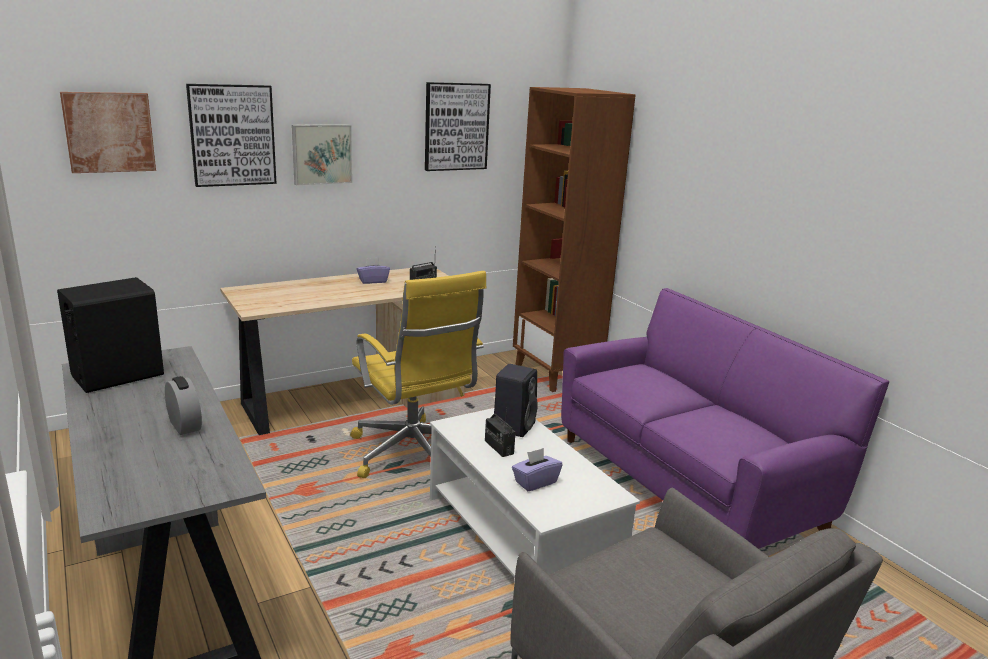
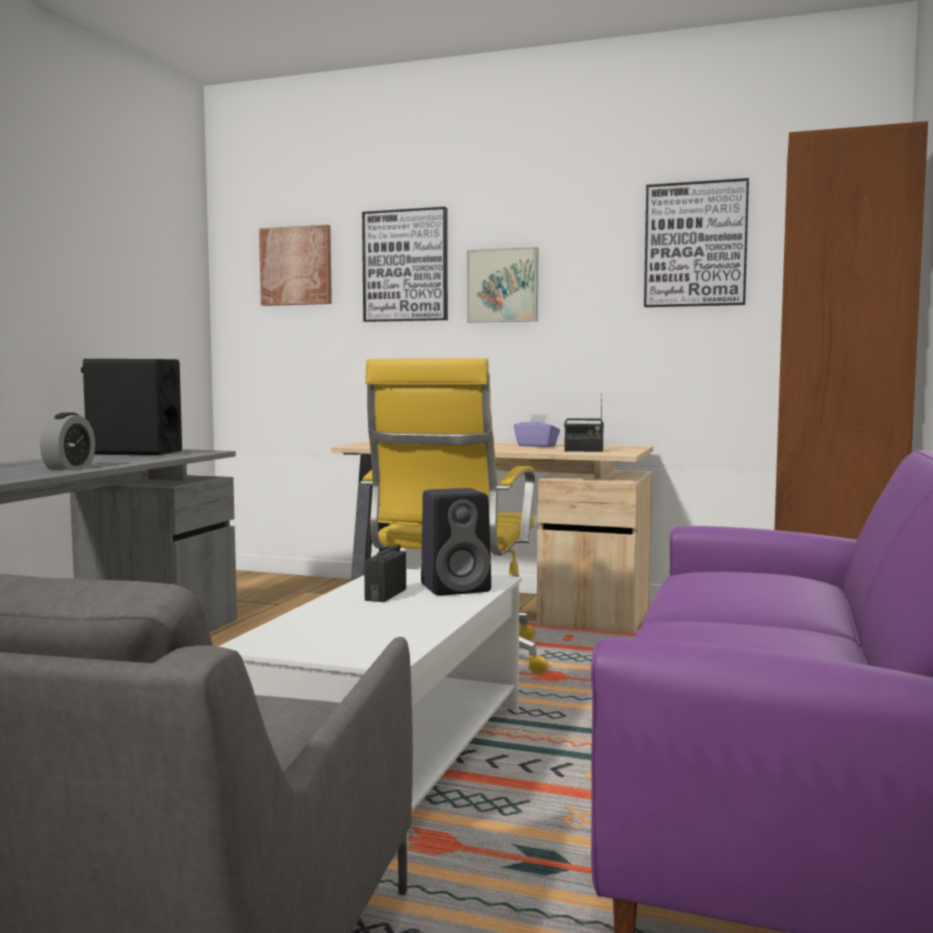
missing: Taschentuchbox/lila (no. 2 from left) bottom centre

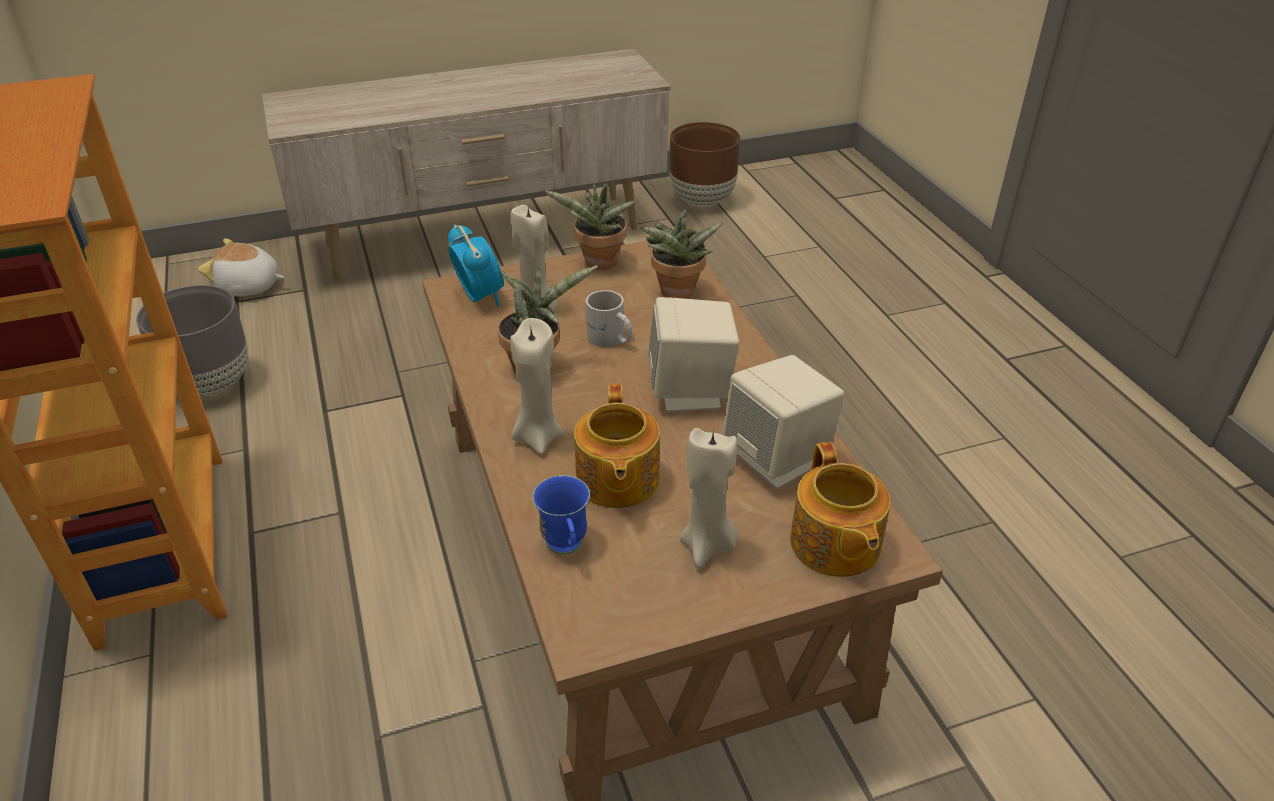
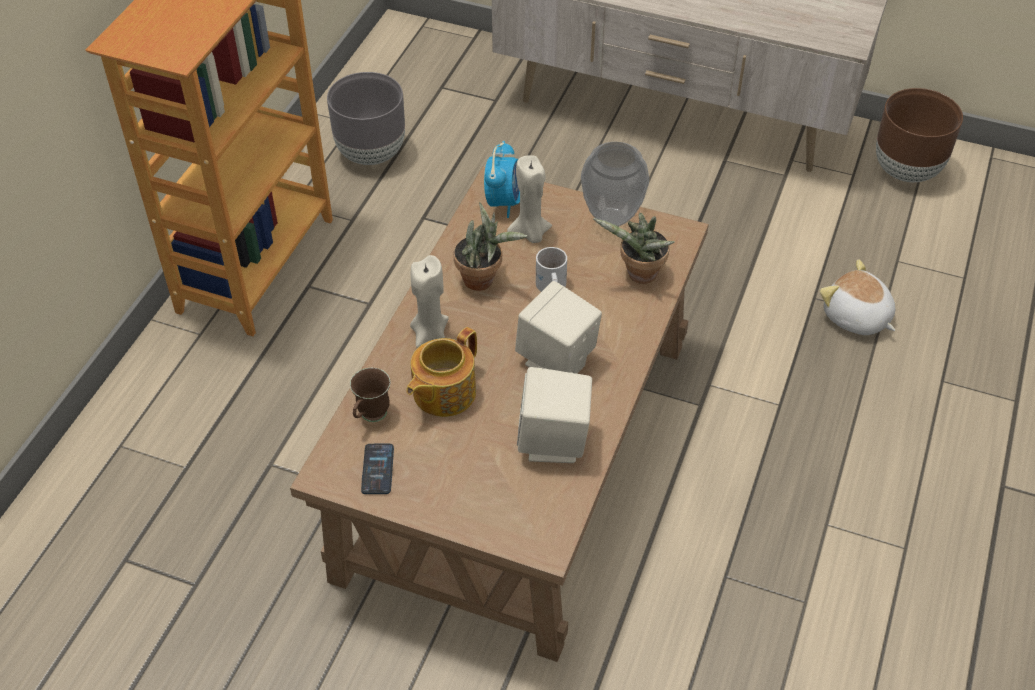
missing: Kerze/beige (no. 3 from left) centre; Teekanne (no. 2 from left) centre
appeared: Handy bottom centre
relocated: Plüschtier middle left to middle right
exchanged: Topfpflanze (no. 2 from left) top centre to Vase top centre
colour: Henkelbecher/blau centre to Henkelbecher/braun centre

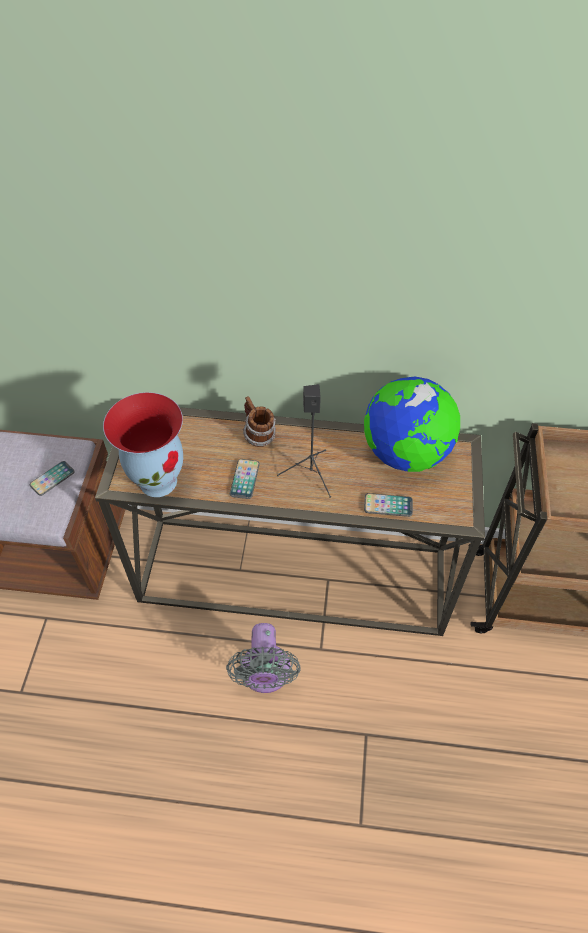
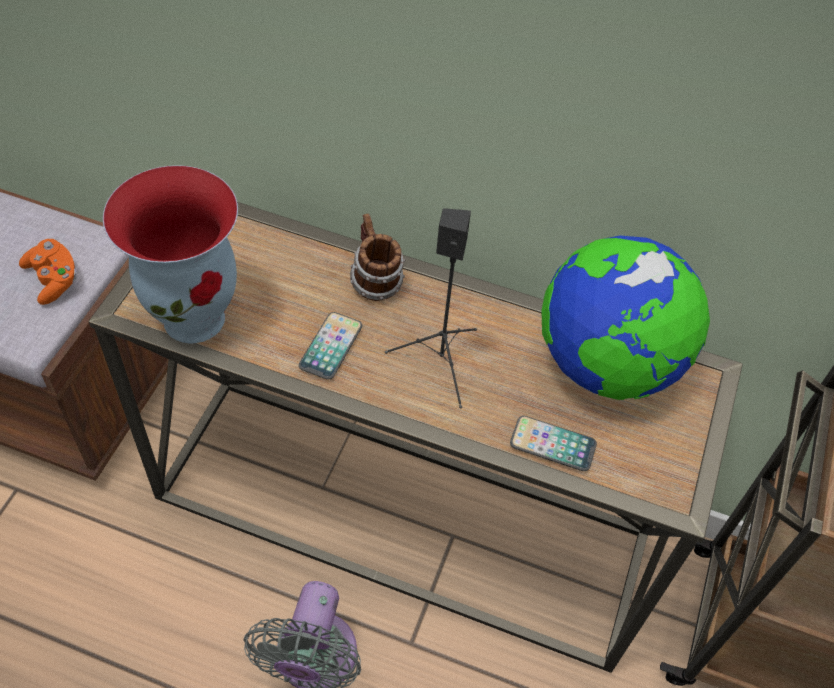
exchanged: Handy (no. 1 from left) middle left to Gamepad/orange middle left

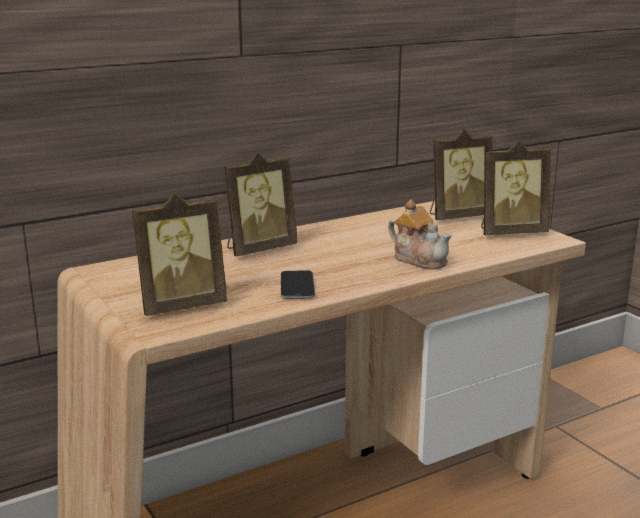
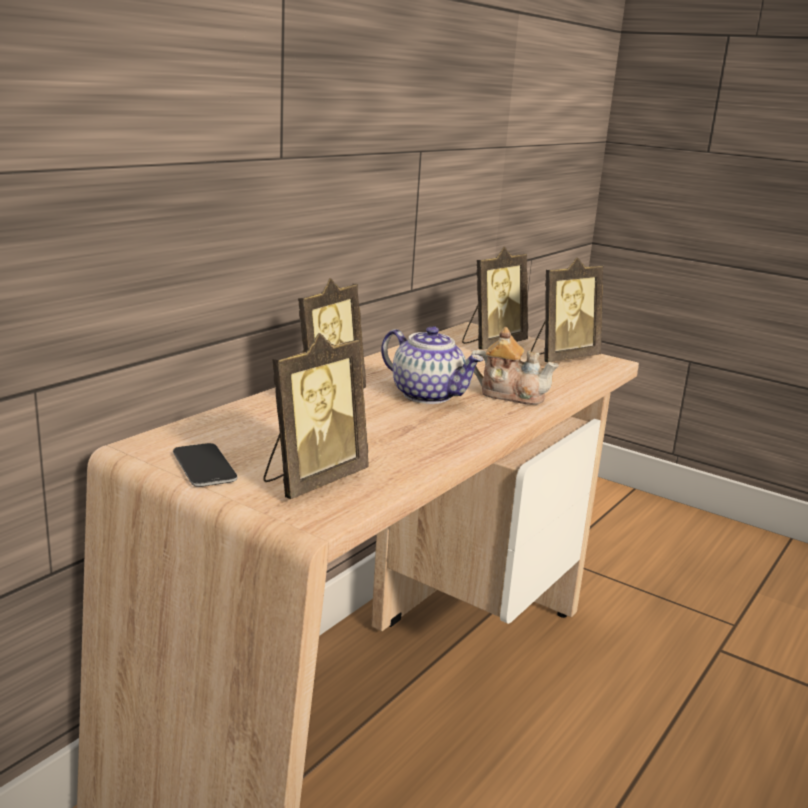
appeared: Teekanne (no. 1 from left) centre
relocated: Handy centre to middle left

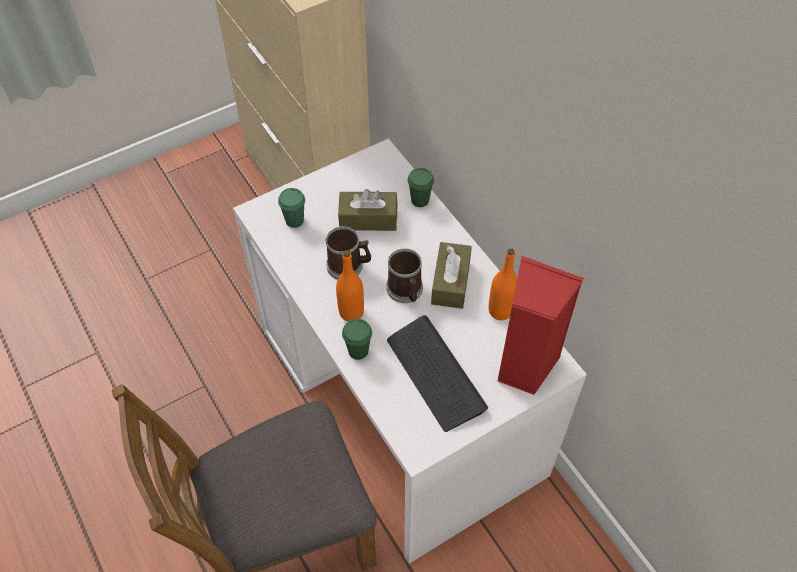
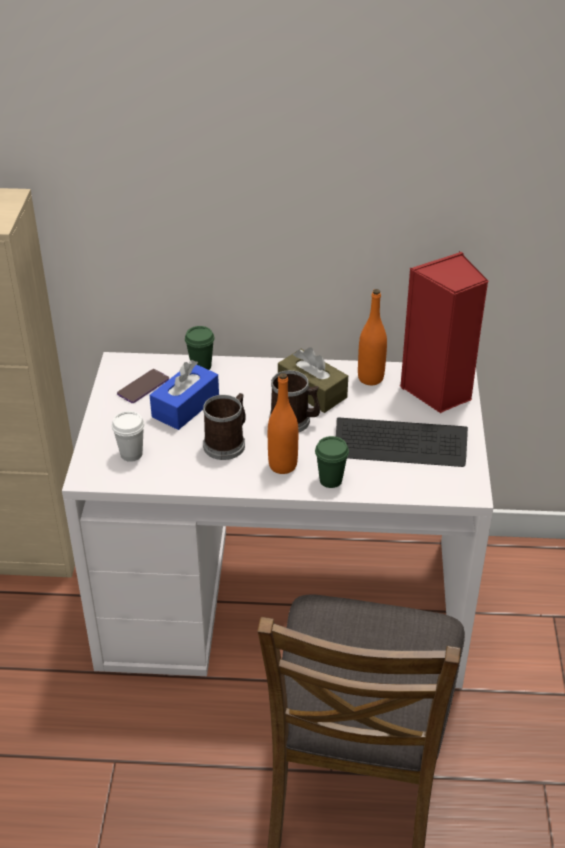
appeared: Handy middle left
colour: Tasse/grün (no. 1 from left) centre to Tasse/weiß middle left; Taschentuchbox/braun (no. 1 from left) centre to Taschentuchbox/blau middle left

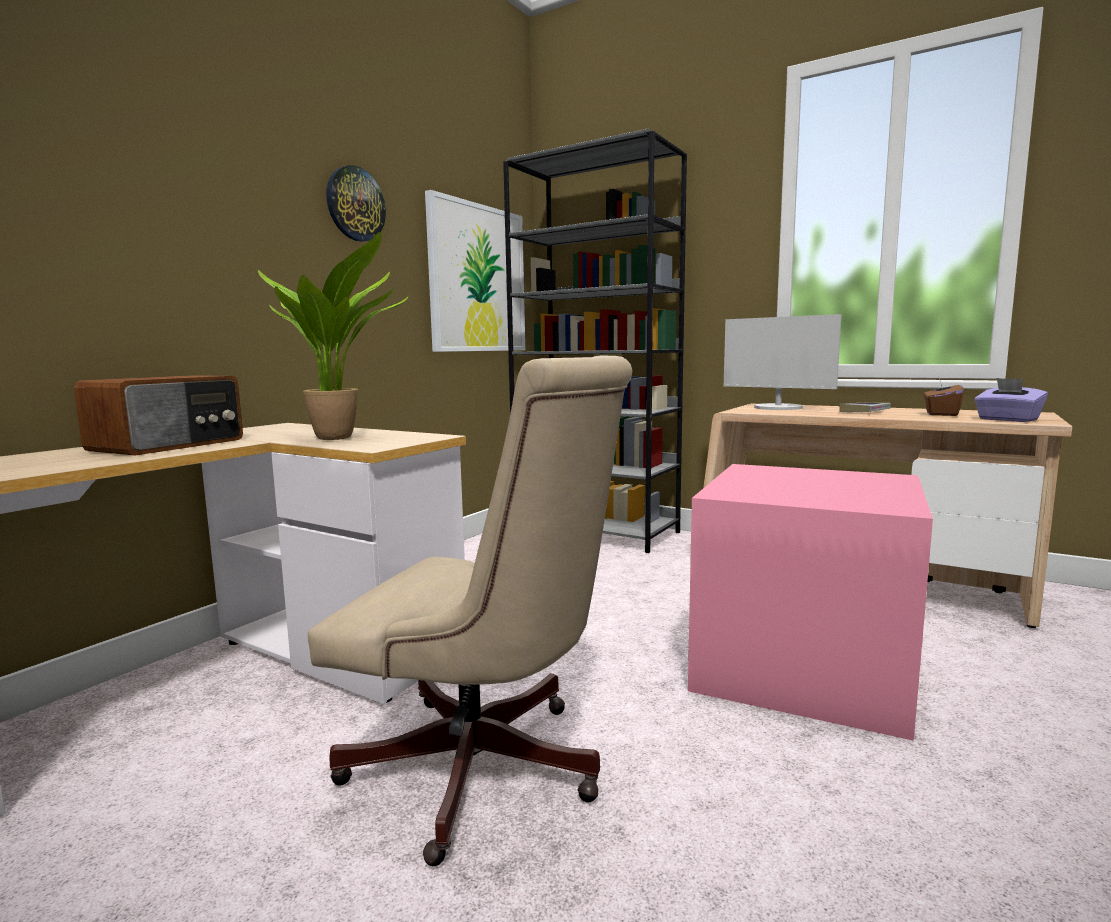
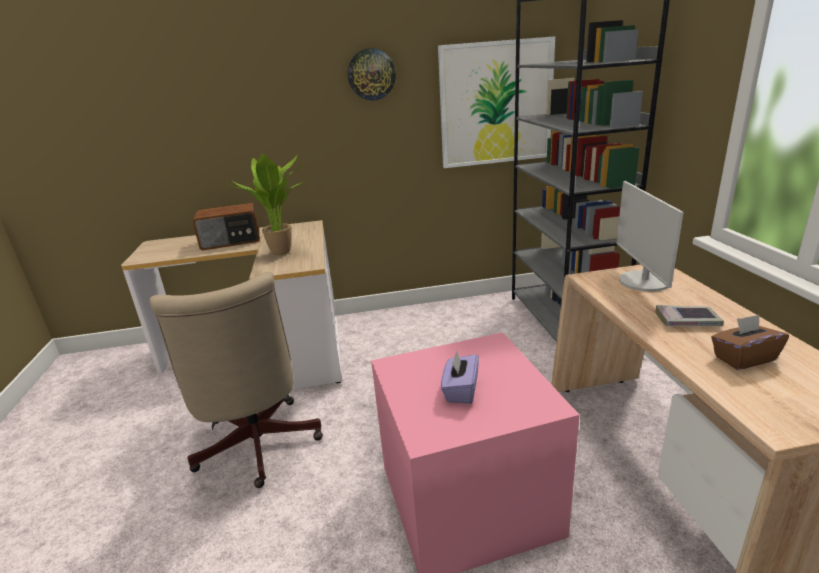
relocated: Taschentuchbox/lila middle right to centre

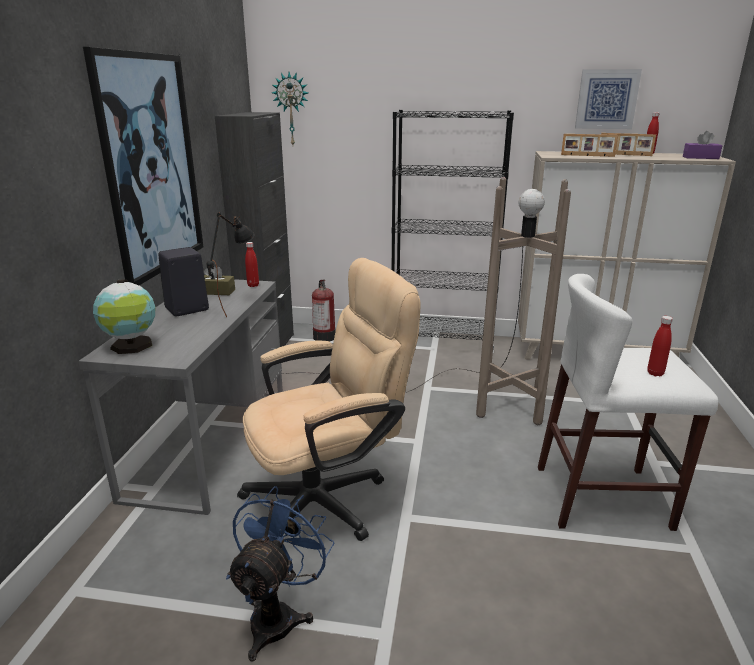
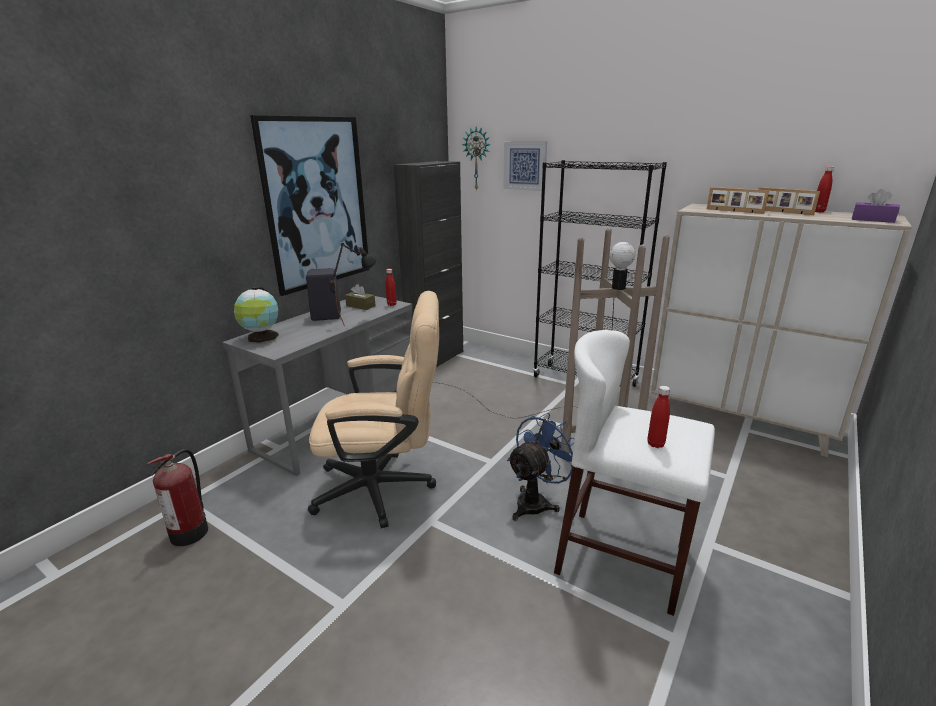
relocated: Feuerlöscher centre to bottom left; Bild (no. 2 from left) top right to top centre; Ventilator/blau bottom centre to centre

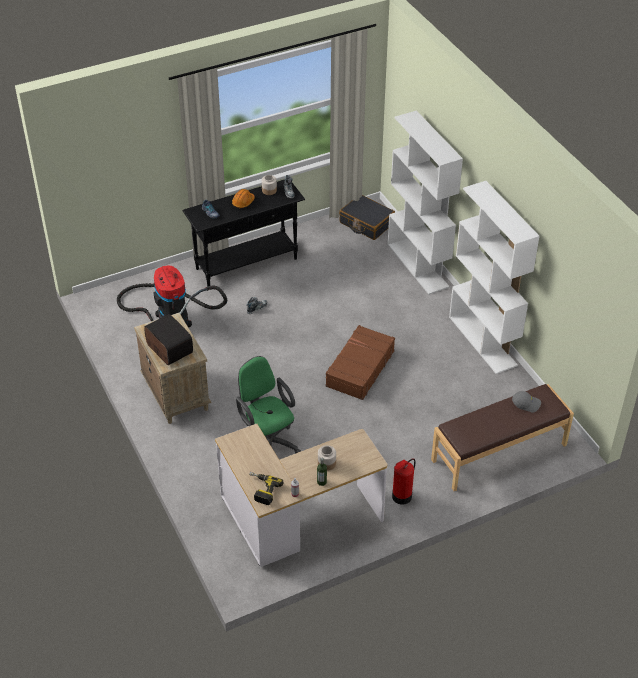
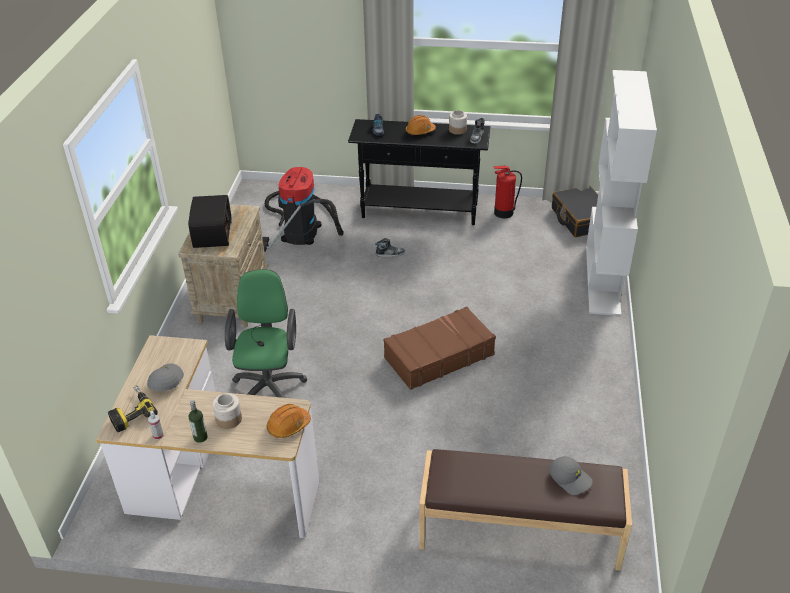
missing: Bücherregal/weiß (no. 2 from left) middle right
appeared: Kappe/grau (no. 1 from left) middle left; Schutzhelm/orange (no. 1 from left) bottom centre
relocated: Feuerlöscher bottom centre to top centre

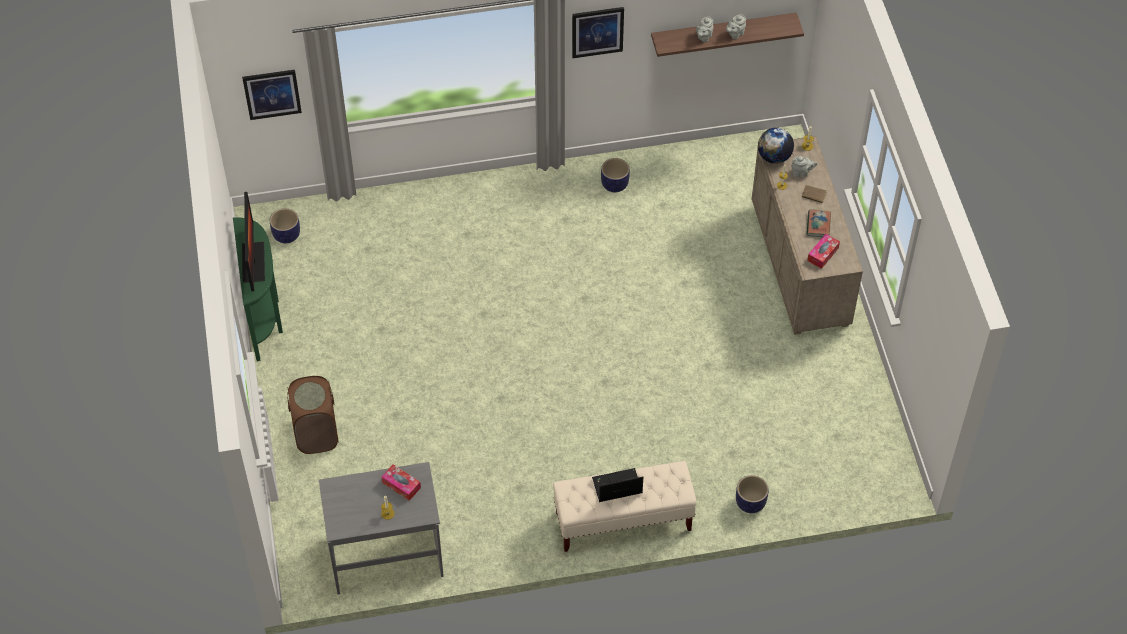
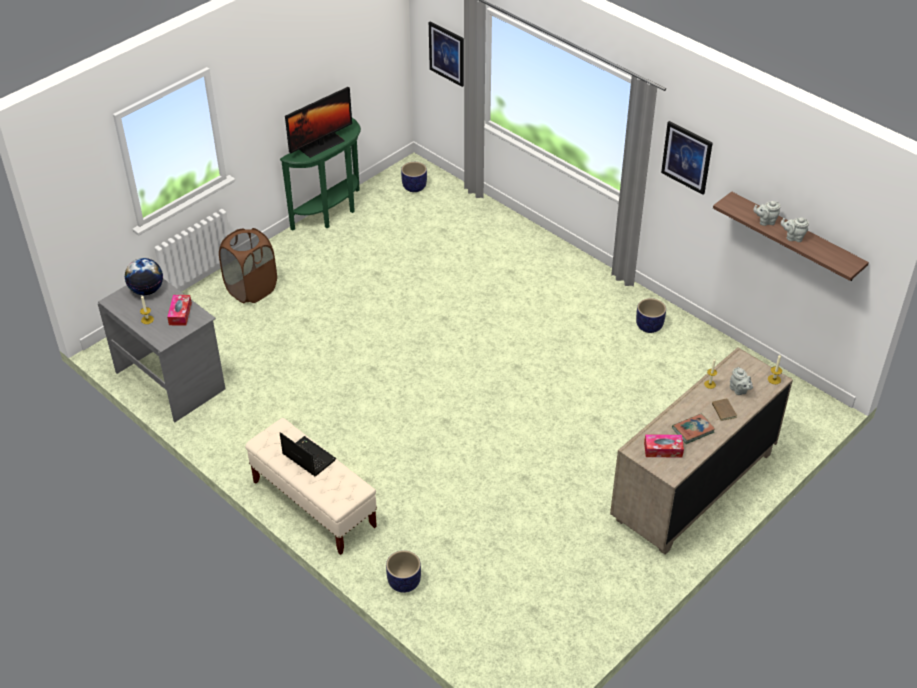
relocated: Globus top right to middle left

